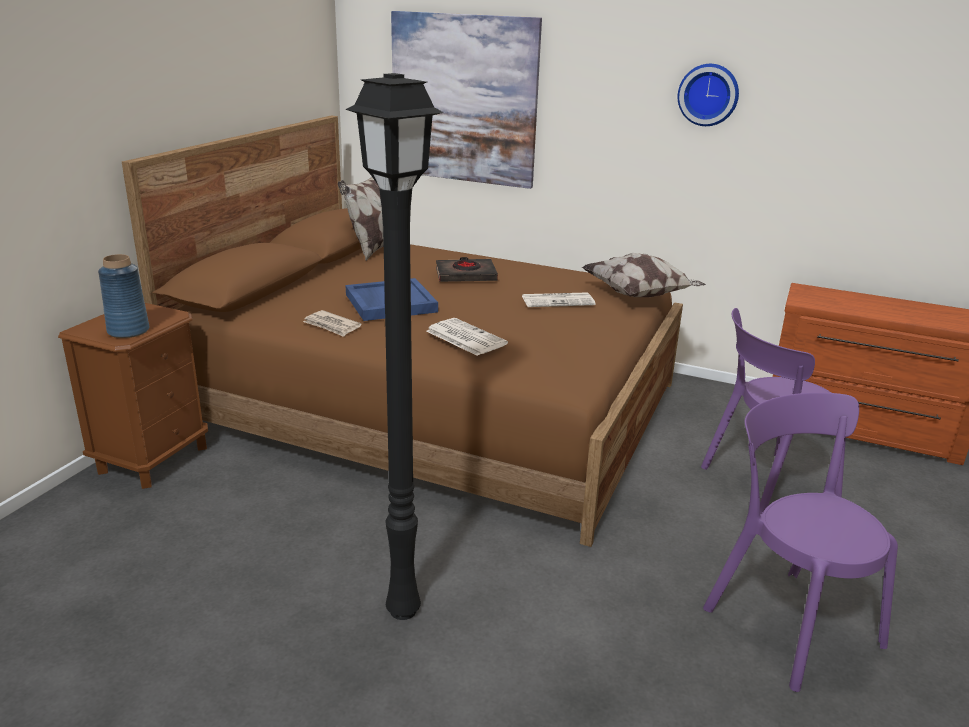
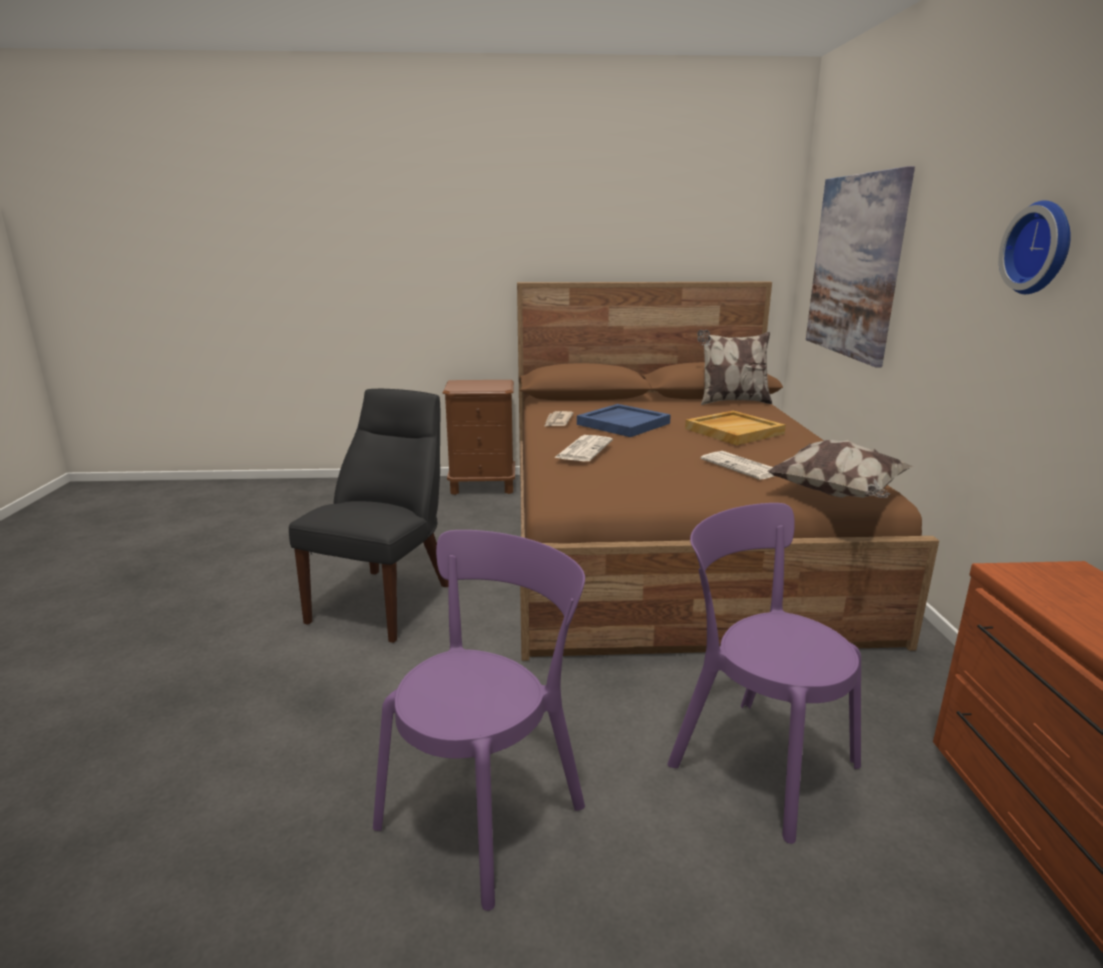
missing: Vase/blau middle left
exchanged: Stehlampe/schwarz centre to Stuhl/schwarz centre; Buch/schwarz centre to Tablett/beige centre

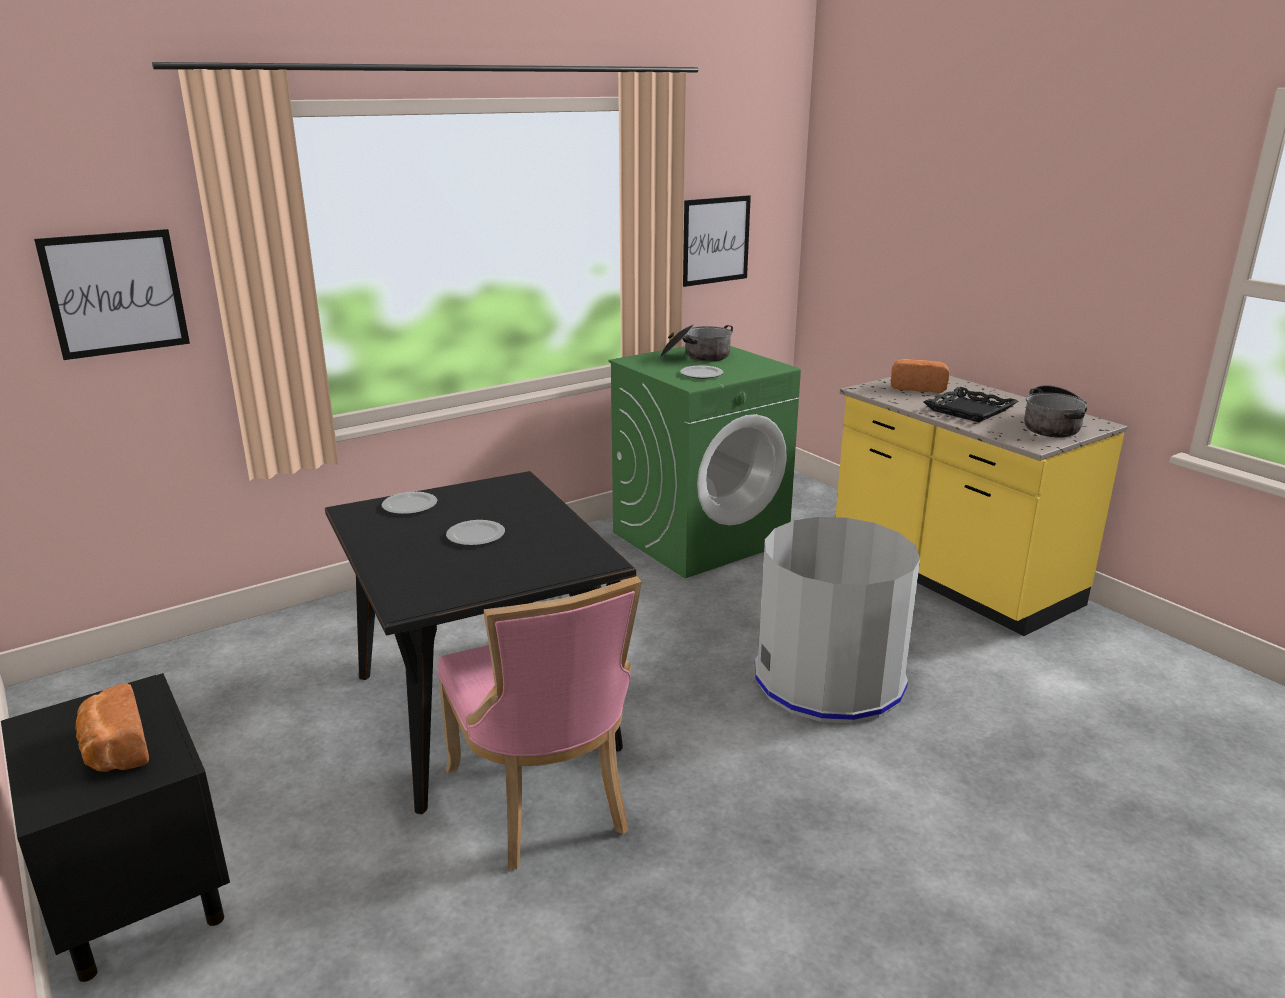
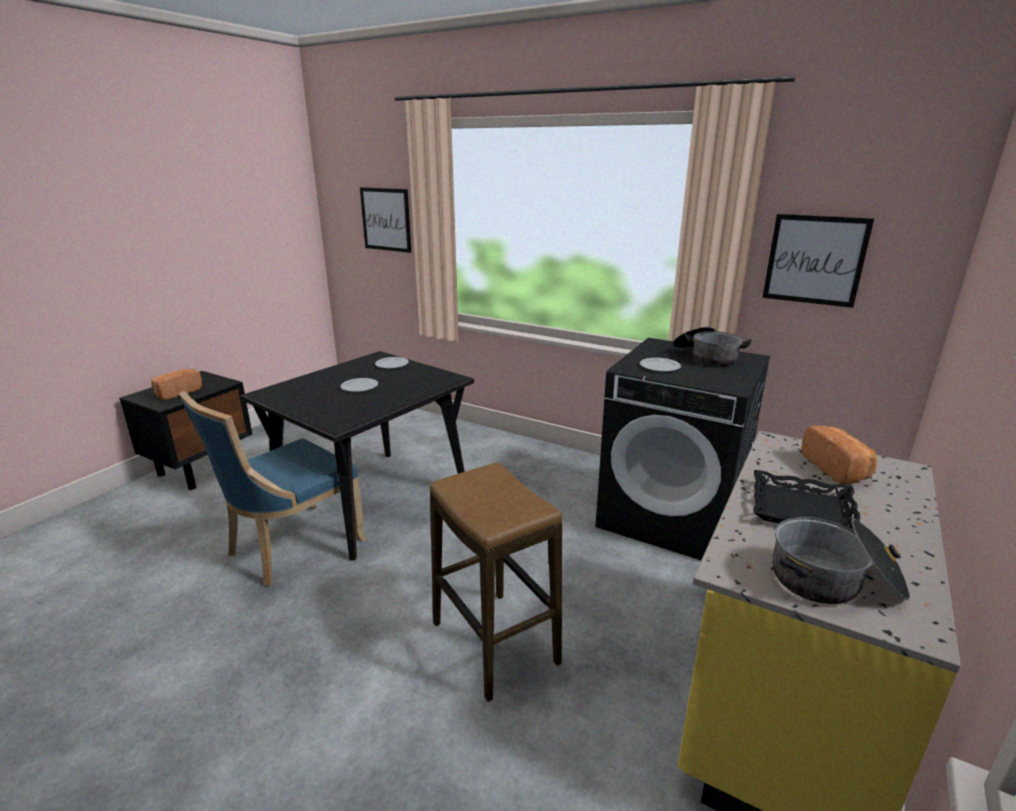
exchanged: Mülleimer/grau centre to Hocker bottom centre
colour: Stuhl/rosa bottom centre to Stuhl/blau middle left; Waschmaschine/grün centre to Waschmaschine/schwarz middle right

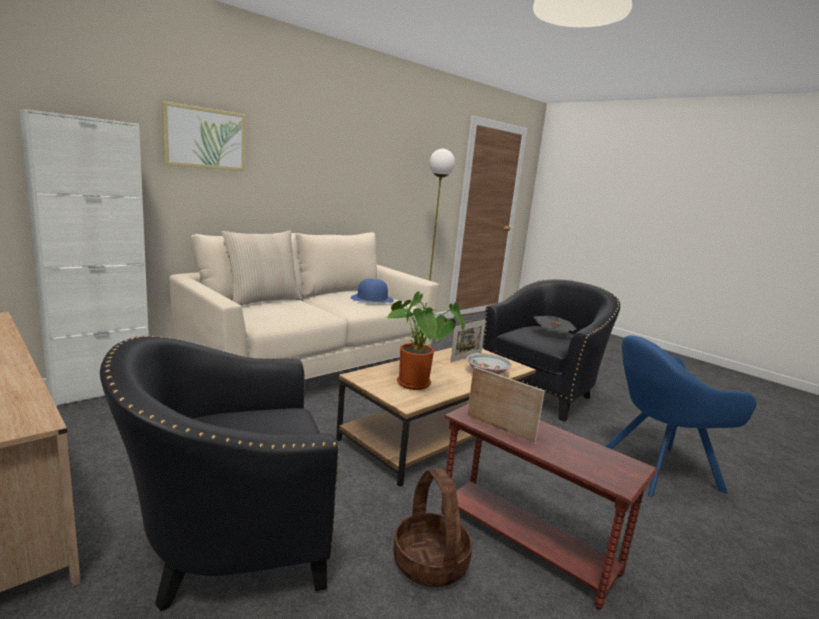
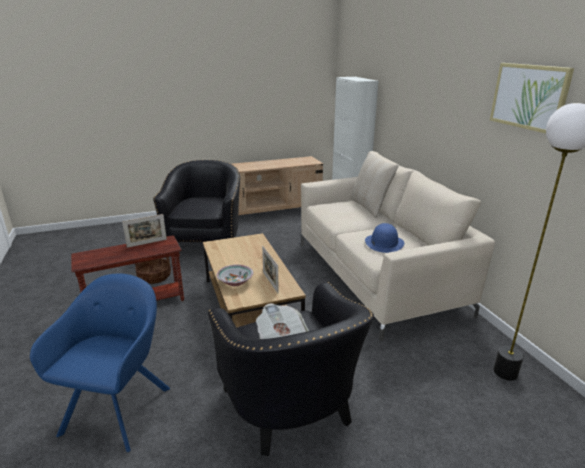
missing: Topfpflanze centre
relocated: Bild top left to top right

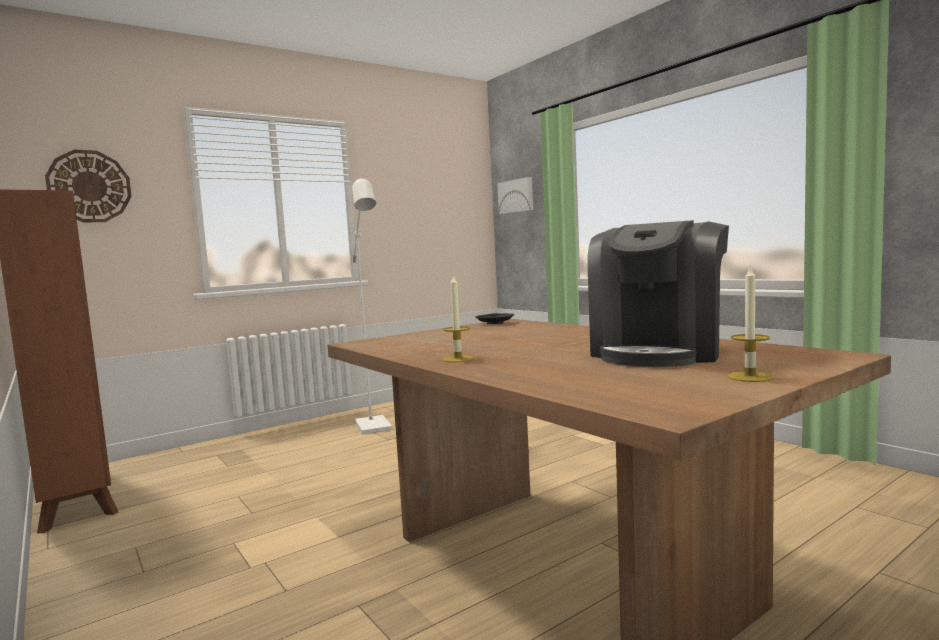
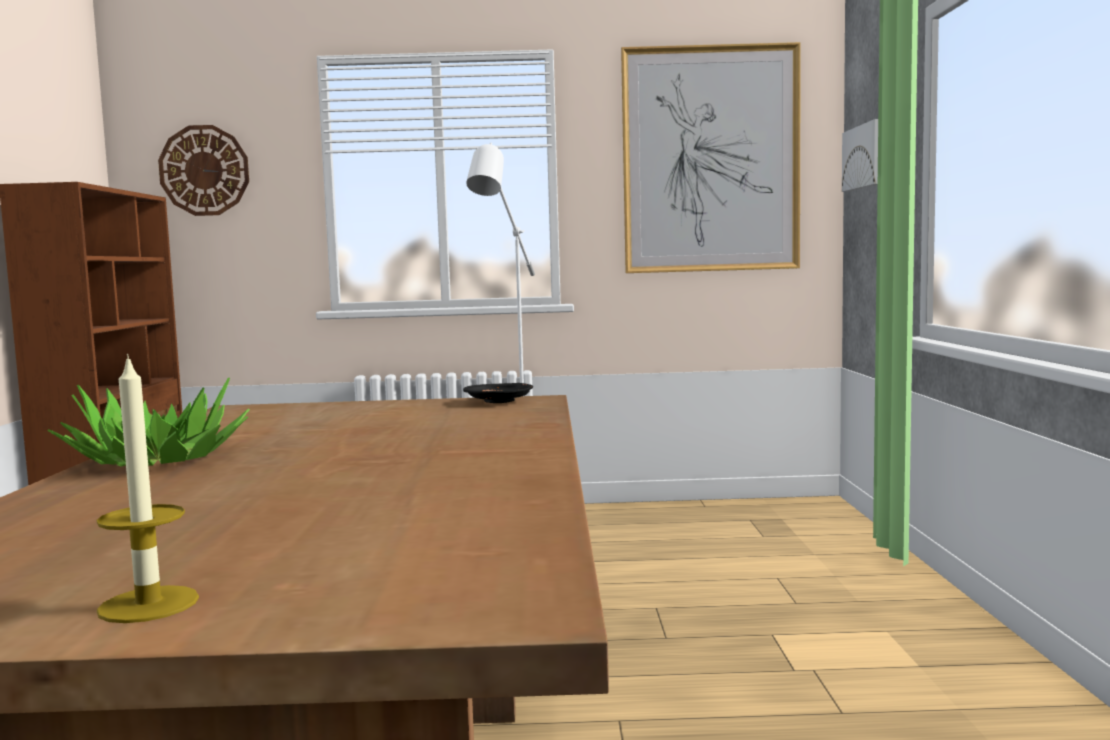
missing: Kaffeemaschine middle right
appeared: Bild (no. 1 from left) top centre
exchanged: Kerze (no. 1 from left) centre to Topfpflanze middle left

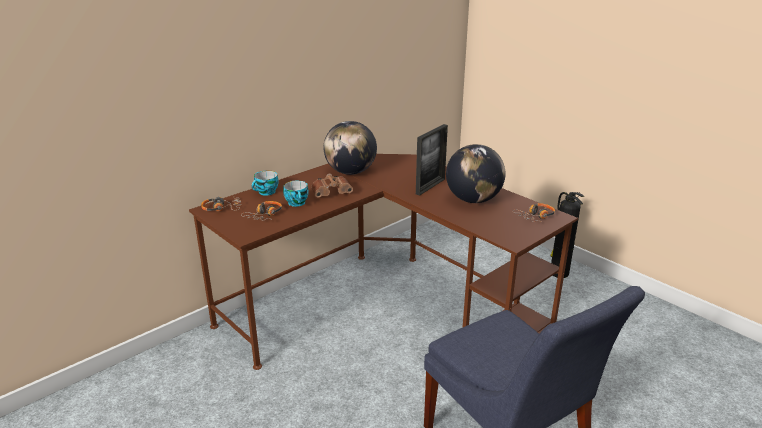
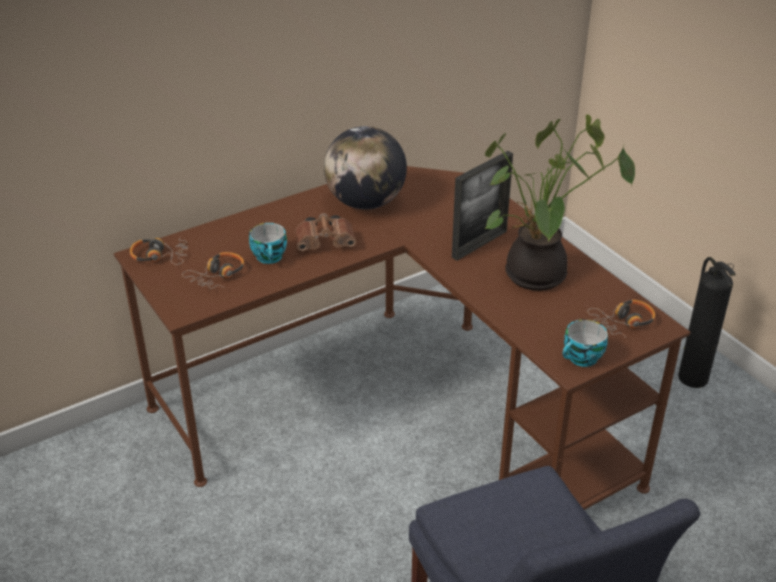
relocated: Tasse (no. 1 from left in the first image) centre to Tasse (no. 2 from left) middle right
exchanged: Globus (no. 2 from left) centre to Topfpflanze middle right

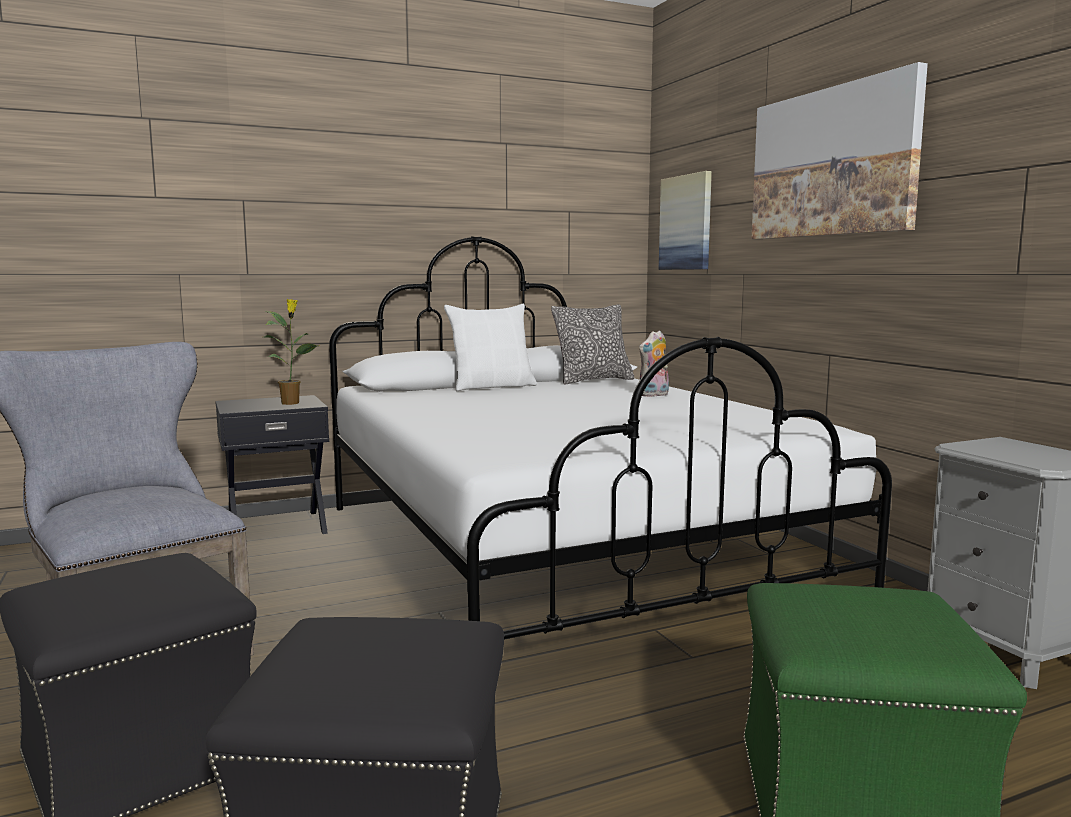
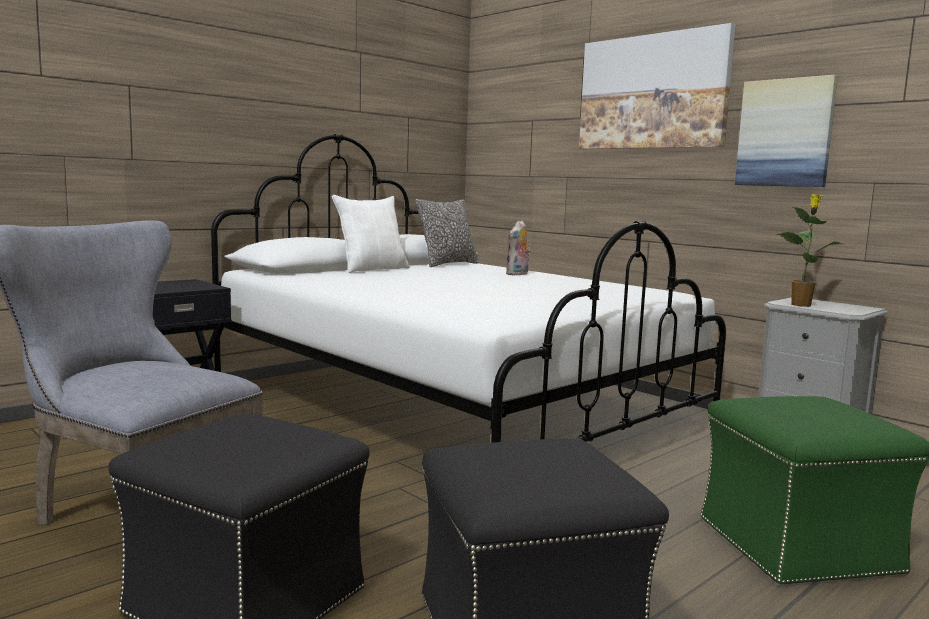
relocated: Bild (no. 1 from left in the first image) top centre to Bild (no. 2 from left) top right; Topfpflanze middle left to middle right

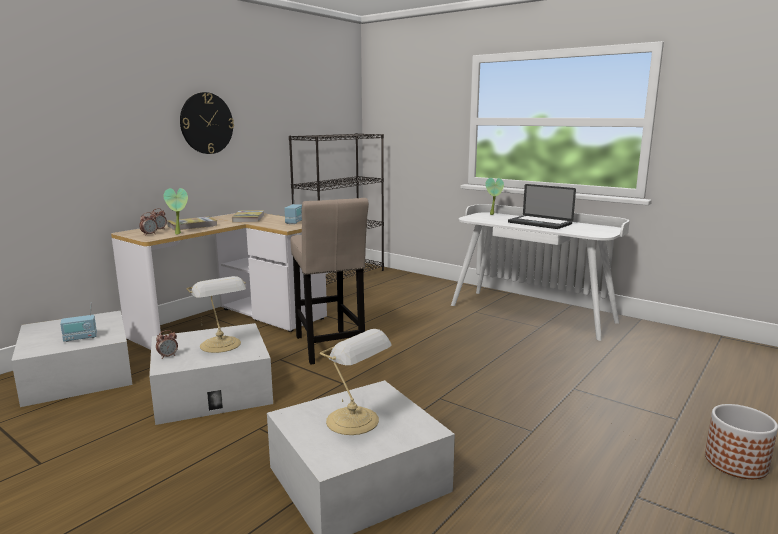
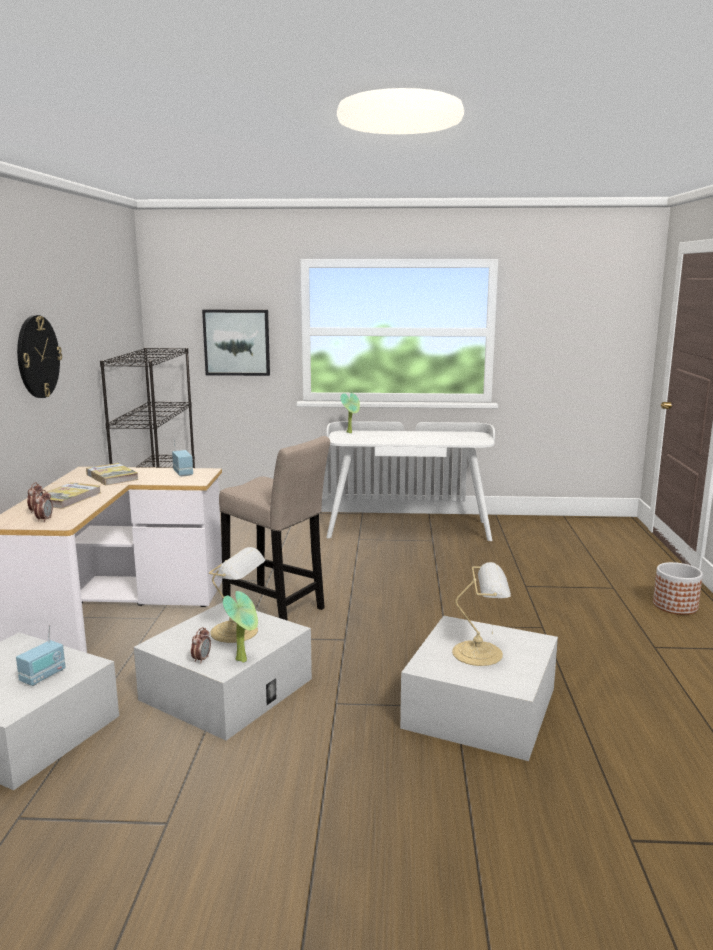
missing: Laptop middle right
appeared: Bild middle left
relocated: Topfpflanze (no. 1 from left) middle left to centre

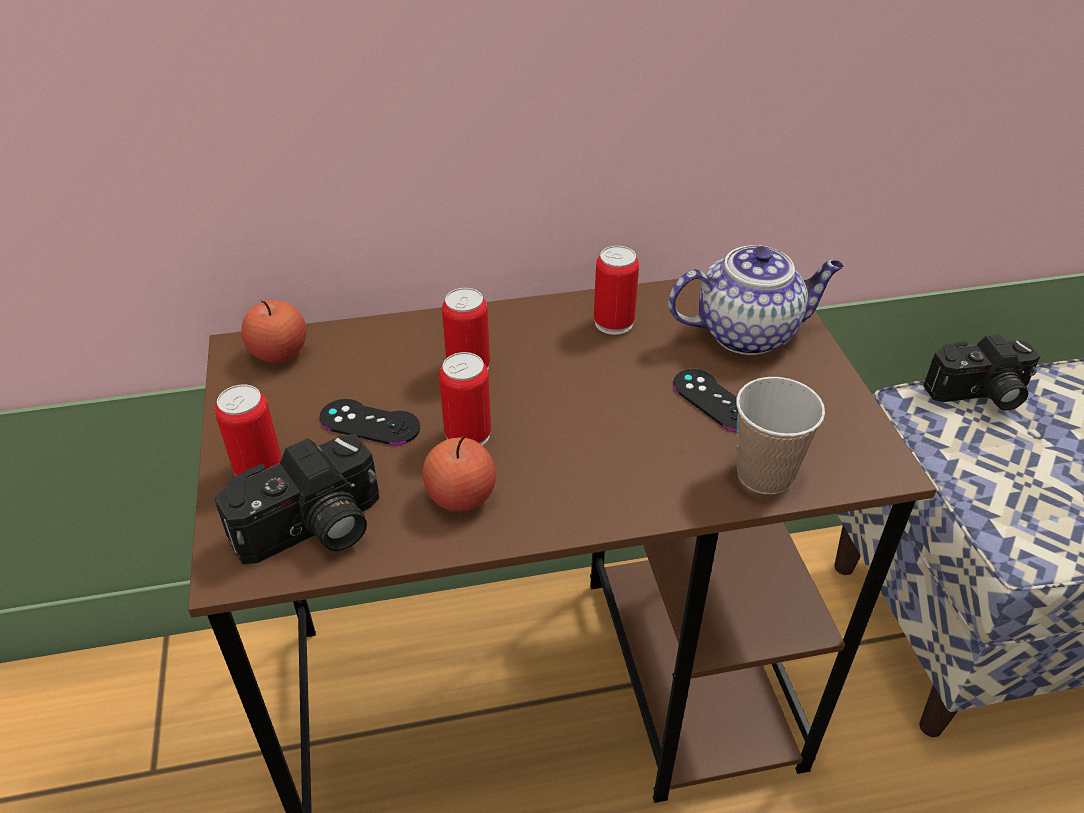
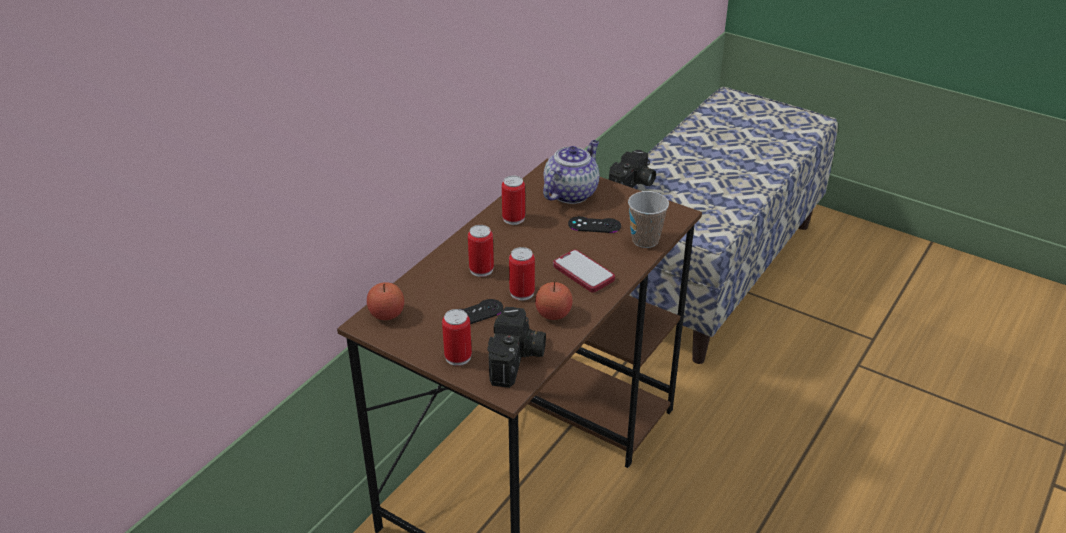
appeared: Handy centre

